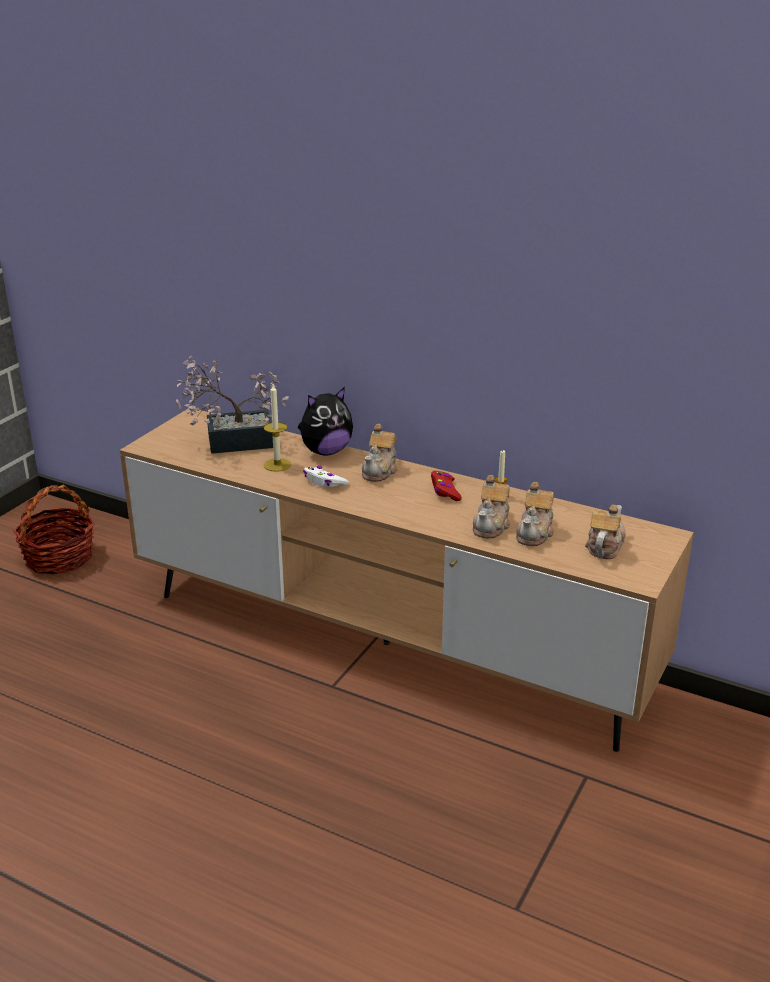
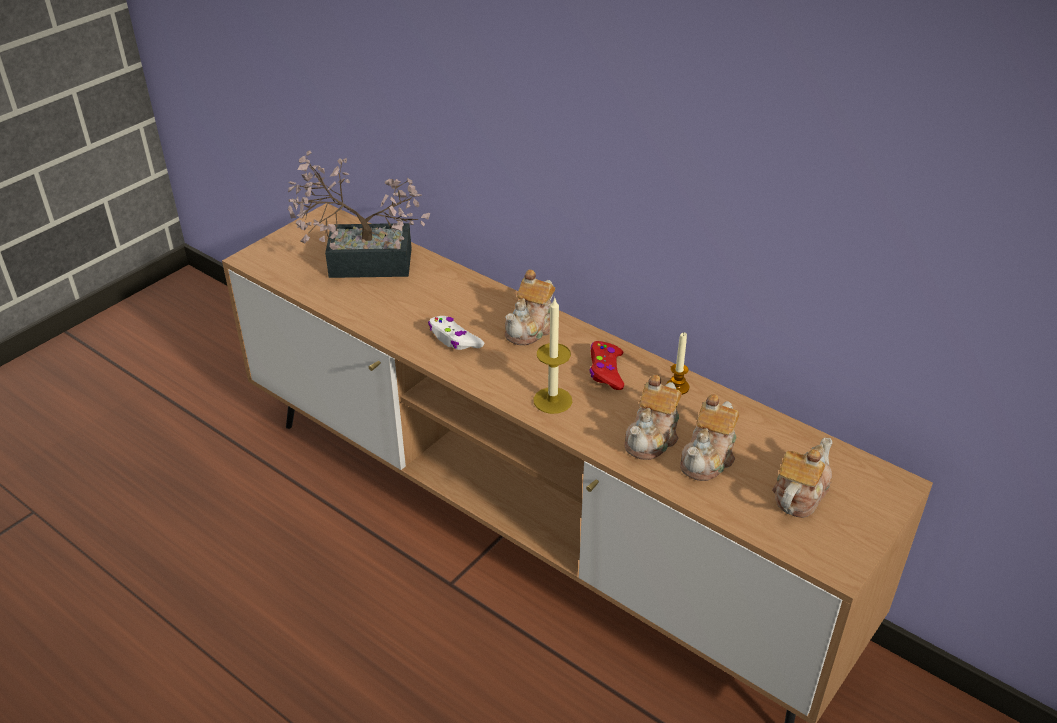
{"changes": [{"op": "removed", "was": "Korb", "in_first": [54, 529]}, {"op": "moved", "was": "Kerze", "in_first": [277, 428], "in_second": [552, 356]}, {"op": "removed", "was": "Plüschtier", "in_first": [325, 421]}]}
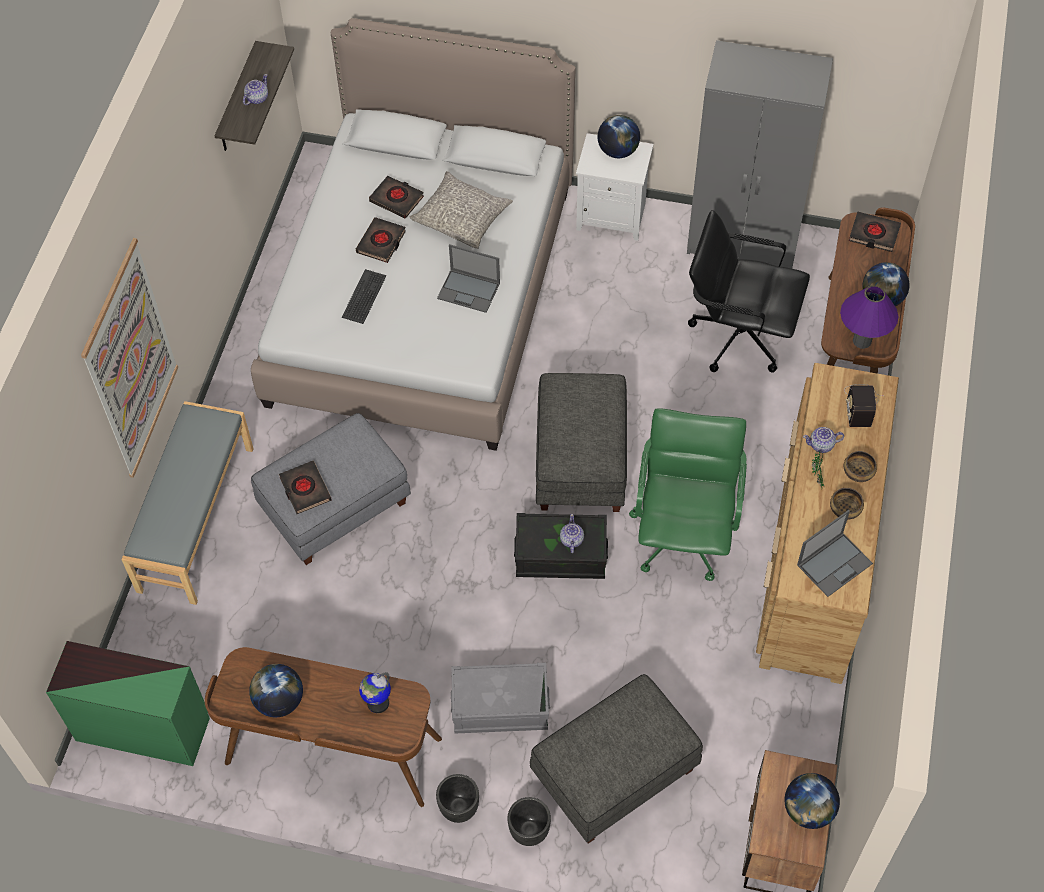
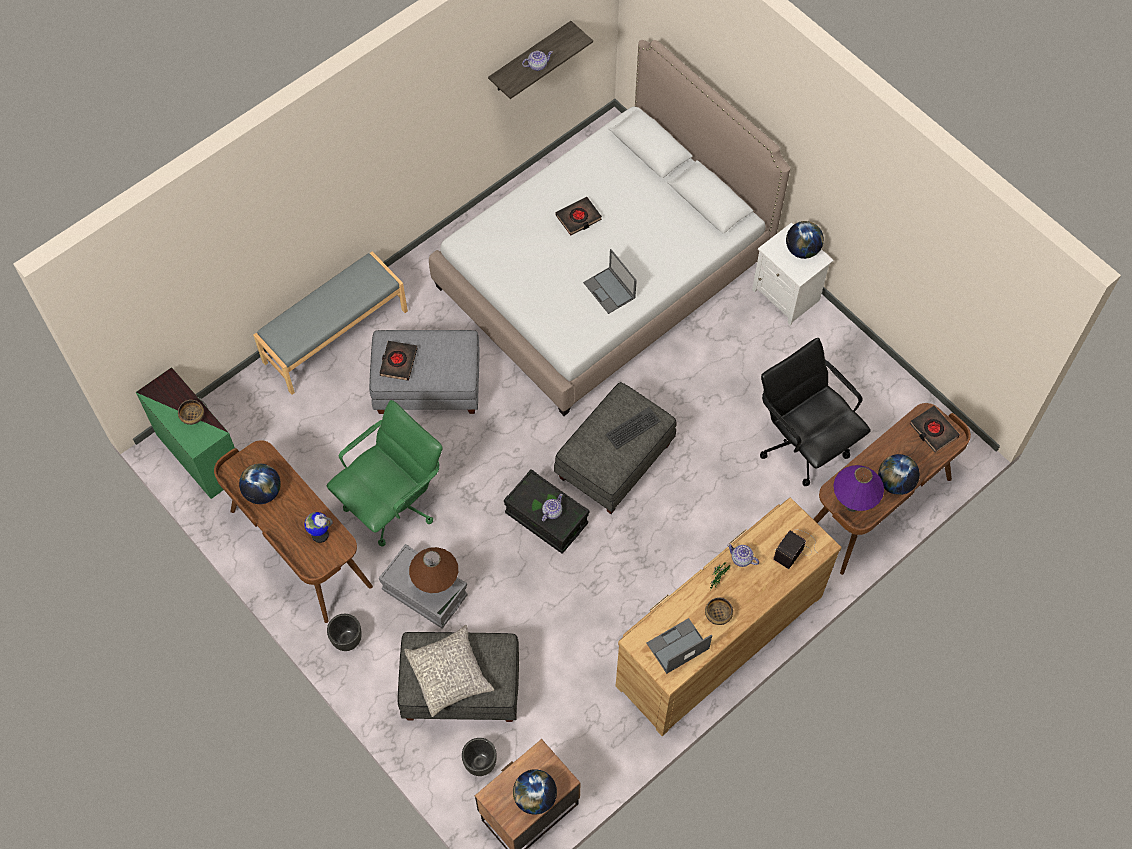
{"changes": [{"op": "removed", "was": "Bild", "in_first": [129, 358]}, {"op": "moved", "was": "Tastatur", "in_first": [364, 296], "in_second": [633, 428]}, {"op": "removed", "was": "Buch/schwarz", "in_first": [396, 197]}, {"op": "moved", "was": "Kissen/grau", "in_first": [461, 210], "in_second": [449, 671]}, {"op": "moved", "was": "Pflanzkübel/schwarz", "in_first": [529, 821], "in_second": [479, 757]}, {"op": "moved", "was": "Bürostuhl/grün", "in_first": [688, 494], "in_second": [384, 473]}, {"op": "removed", "was": "Kleiderschrank/grau", "in_first": [760, 154]}, {"op": "turned", "was": "Laptop", "in_first": [835, 553], "in_second": [679, 646], "clockwise": 150}, {"op": "moved", "was": "Schüssel", "in_first": [860, 466], "in_second": [191, 412]}, {"op": "added", "now": "Tischlampe/braun", "in_second": [433, 570]}]}
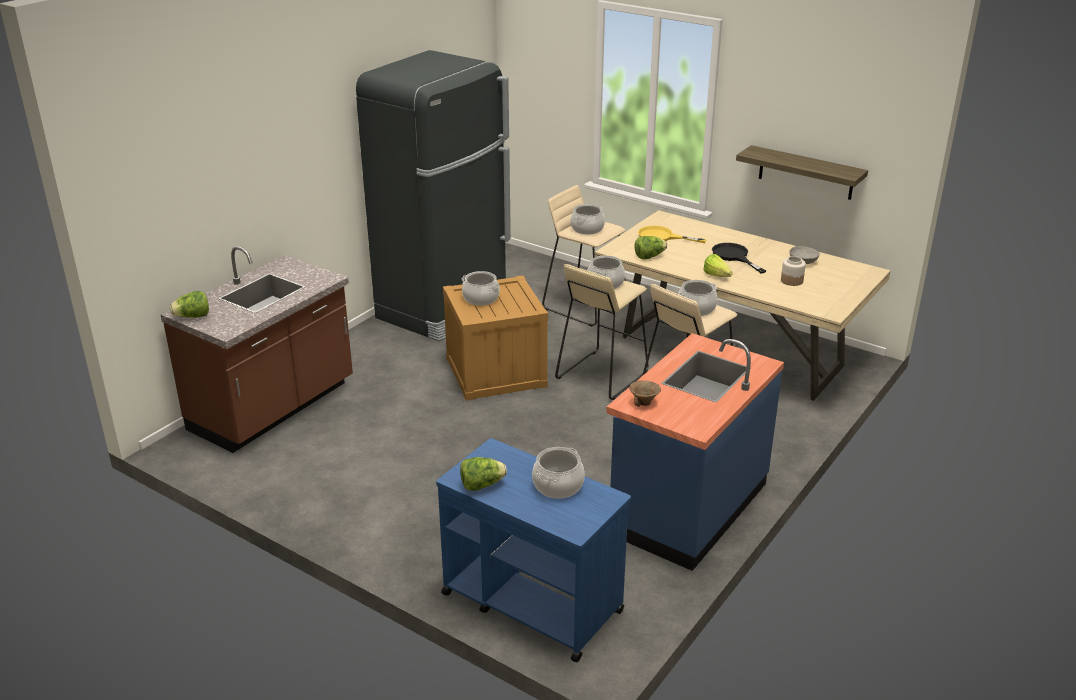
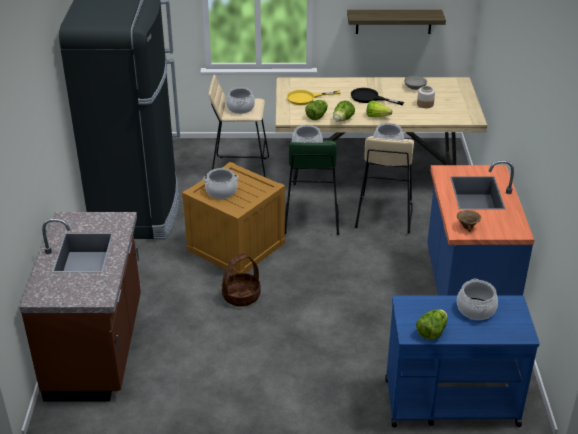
{"changes": [{"op": "moved", "was": "Salatkopf", "in_first": [189, 304], "in_second": [344, 111]}, {"op": "recoloured", "was": "Hocker/beige", "now": "Hocker/grün", "in_first": [601, 332], "in_second": [312, 188]}, {"op": "added", "now": "Korb", "in_second": [241, 280]}]}
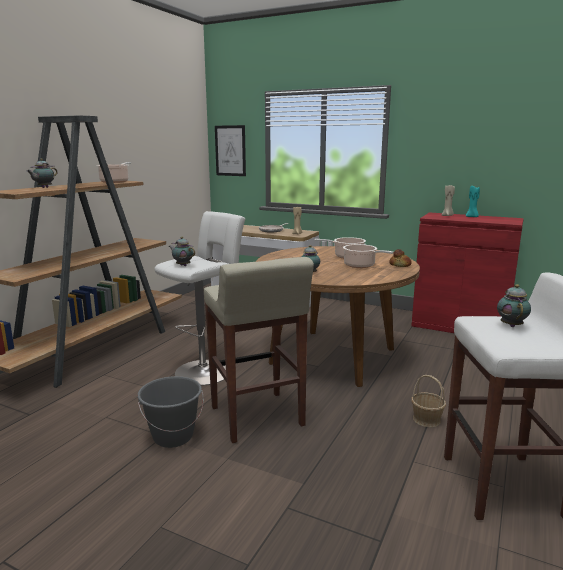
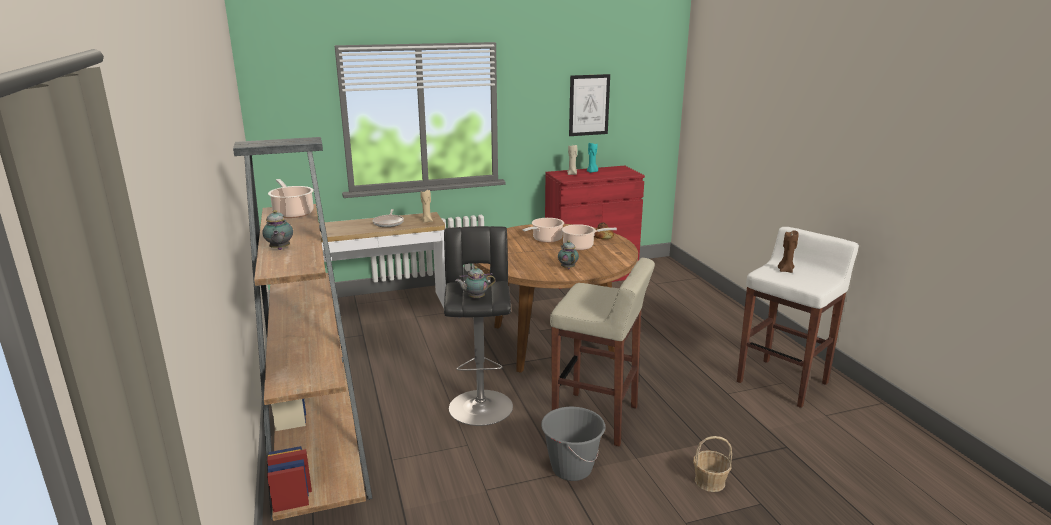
{"changes": [{"op": "recoloured", "was": "Hocker/weiß", "now": "Hocker/schwarz", "in_first": [200, 298], "in_second": [478, 326]}, {"op": "moved", "was": "Bild", "in_first": [230, 150], "in_second": [589, 105]}, {"op": "moved", "was": "Korb", "in_first": [428, 401], "in_second": [712, 464]}, {"op": "replaced", "was": "Teekanne", "now": "Kerze/braun", "in_first": [514, 305], "in_second": [788, 251]}]}
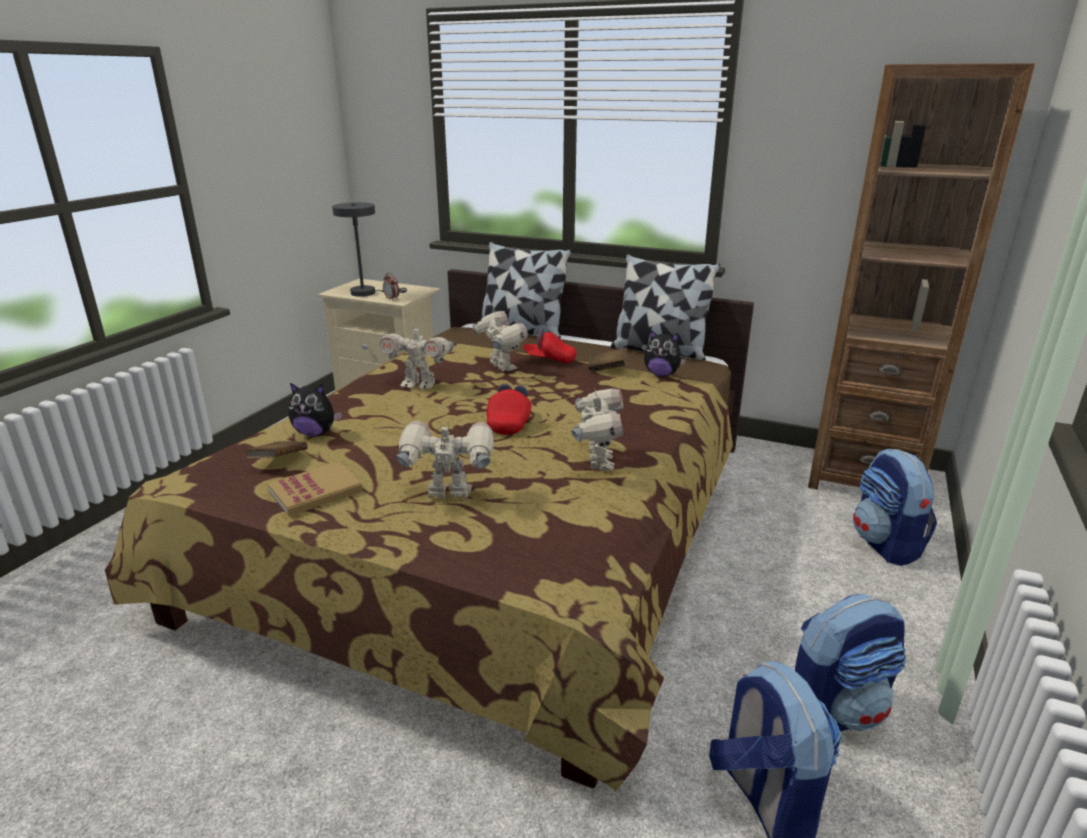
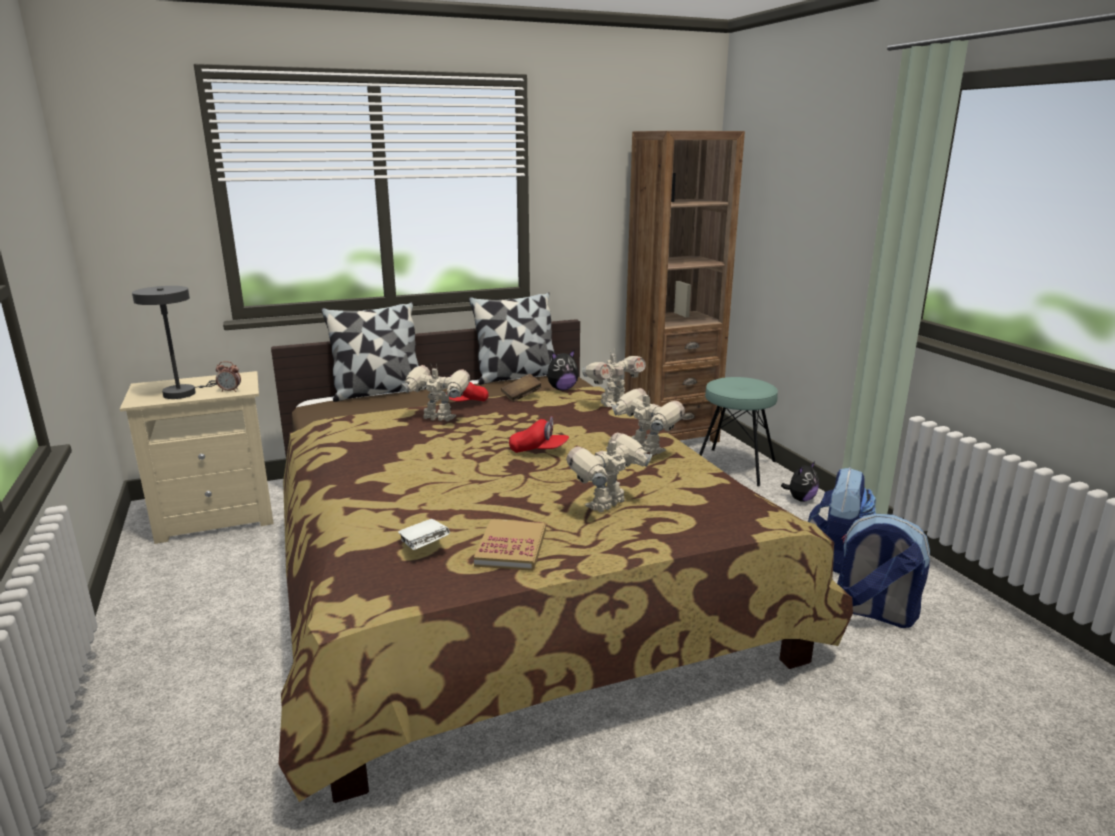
{"changes": [{"op": "recoloured", "was": "Buch/braun", "now": "Buch/weiß", "in_first": [276, 450], "in_second": [424, 534]}, {"op": "moved", "was": "Plüschtier", "in_first": [315, 410], "in_second": [800, 481]}, {"op": "moved", "was": "Spielzeugroboter", "in_first": [416, 356], "in_second": [614, 377]}, {"op": "turned", "was": "Kappe/rot", "in_first": [509, 409], "in_second": [539, 434], "clockwise": 135}, {"op": "replaced", "was": "Rucksack", "now": "Hocker/türkis", "in_first": [895, 507], "in_second": [738, 431]}]}
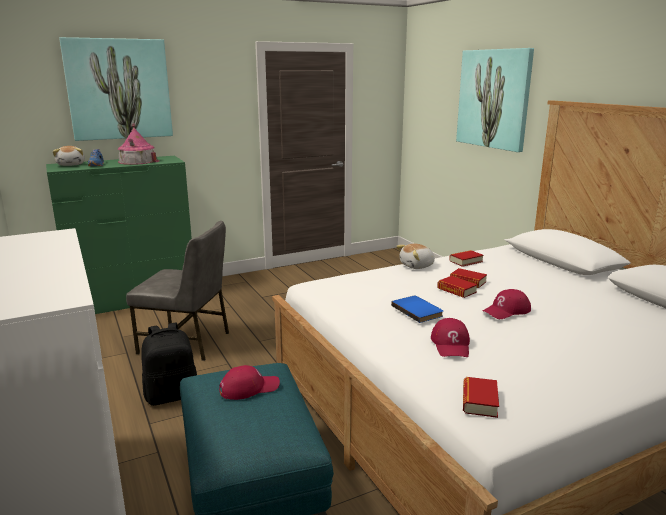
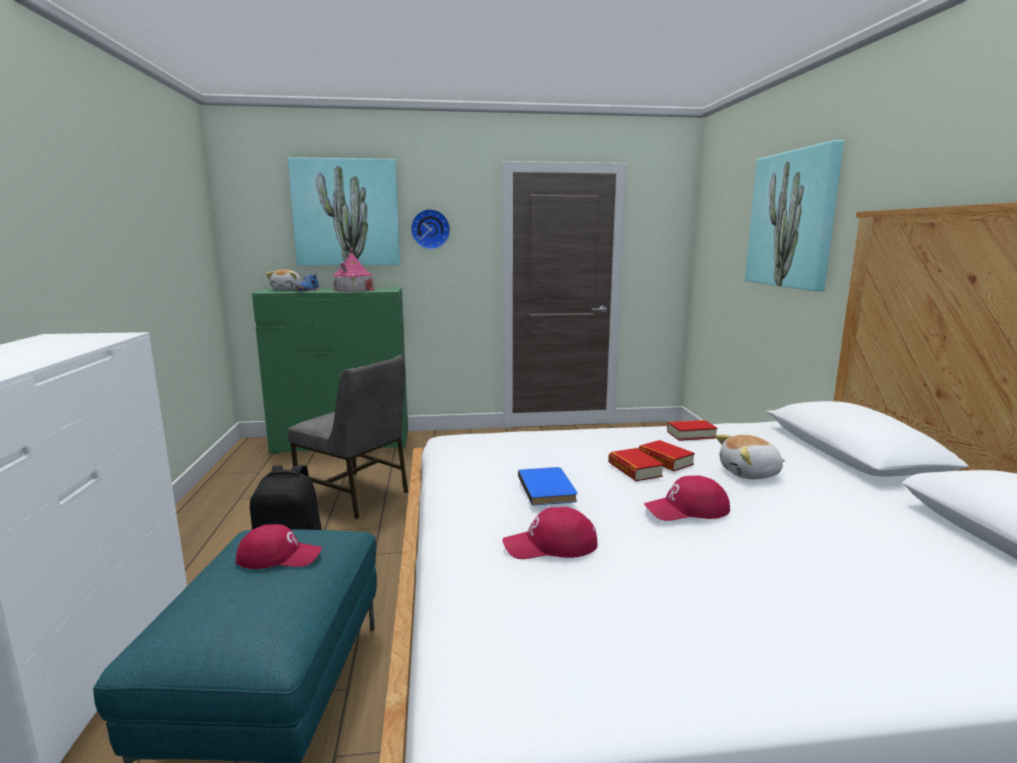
{"changes": [{"op": "moved", "was": "Plüschtier", "in_first": [415, 256], "in_second": [750, 456]}, {"op": "turned", "was": "Kappe/rot", "in_first": [450, 337], "in_second": [550, 533], "clockwise": 60}, {"op": "removed", "was": "Buch", "in_first": [481, 397]}, {"op": "added", "now": "Wanduhr", "in_second": [430, 229]}]}
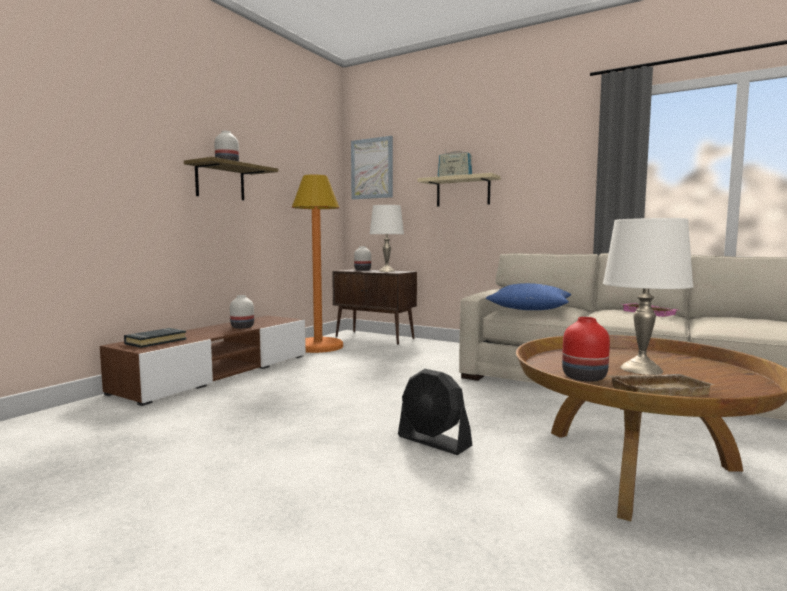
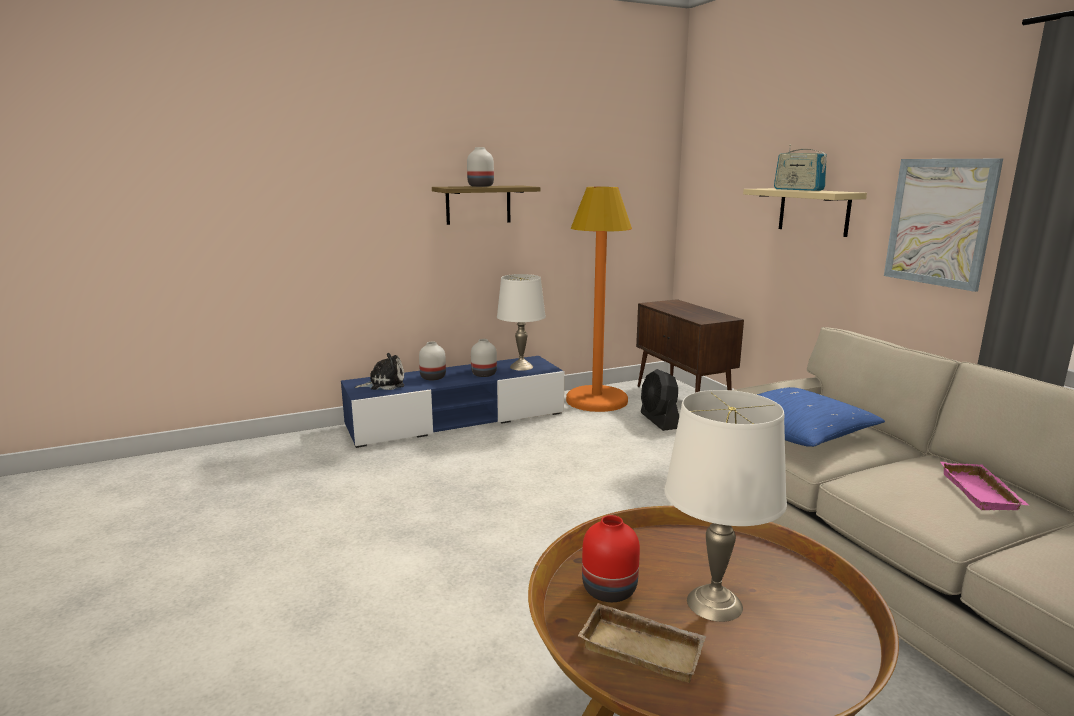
{"changes": [{"op": "recoloured", "was": "Fernsehschrank/braun", "now": "Fernsehschrank/blau", "in_first": [203, 361], "in_second": [452, 402]}, {"op": "replaced", "was": "Buch/schwarz", "now": "Plüschtier", "in_first": [155, 338], "in_second": [379, 371]}, {"op": "moved", "was": "Bild", "in_first": [372, 167], "in_second": [943, 225]}, {"op": "moved", "was": "Vase/weiß", "in_first": [362, 258], "in_second": [432, 361]}, {"op": "moved", "was": "Tischlampe/weiß", "in_first": [387, 238], "in_second": [521, 322]}, {"op": "moved", "was": "Ventilator/schwarz", "in_first": [435, 412], "in_second": [660, 400]}]}
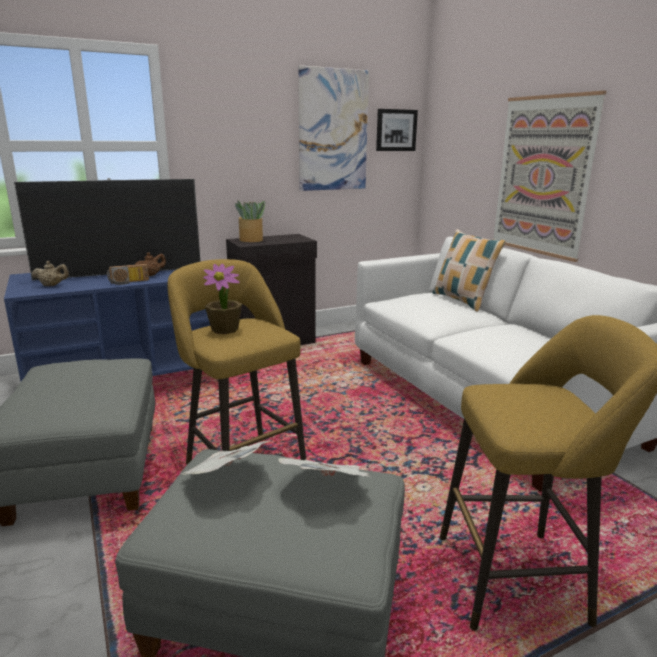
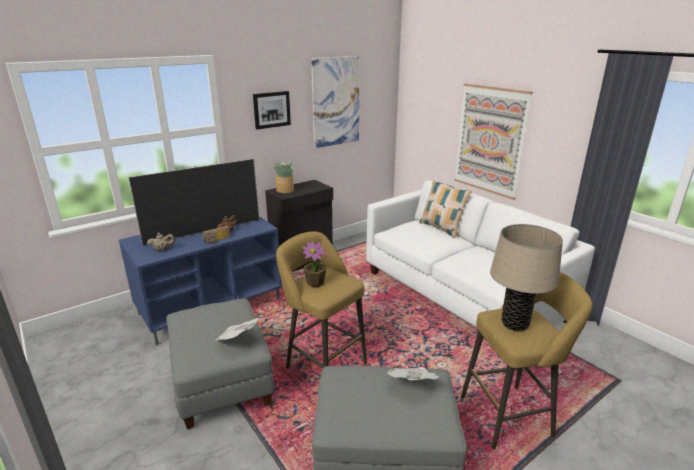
{"changes": [{"op": "moved", "was": "Zeitung", "in_first": [224, 458], "in_second": [238, 329]}, {"op": "moved", "was": "Bild", "in_first": [397, 130], "in_second": [272, 110]}, {"op": "added", "now": "Tischlampe/beige", "in_second": [526, 277]}]}
